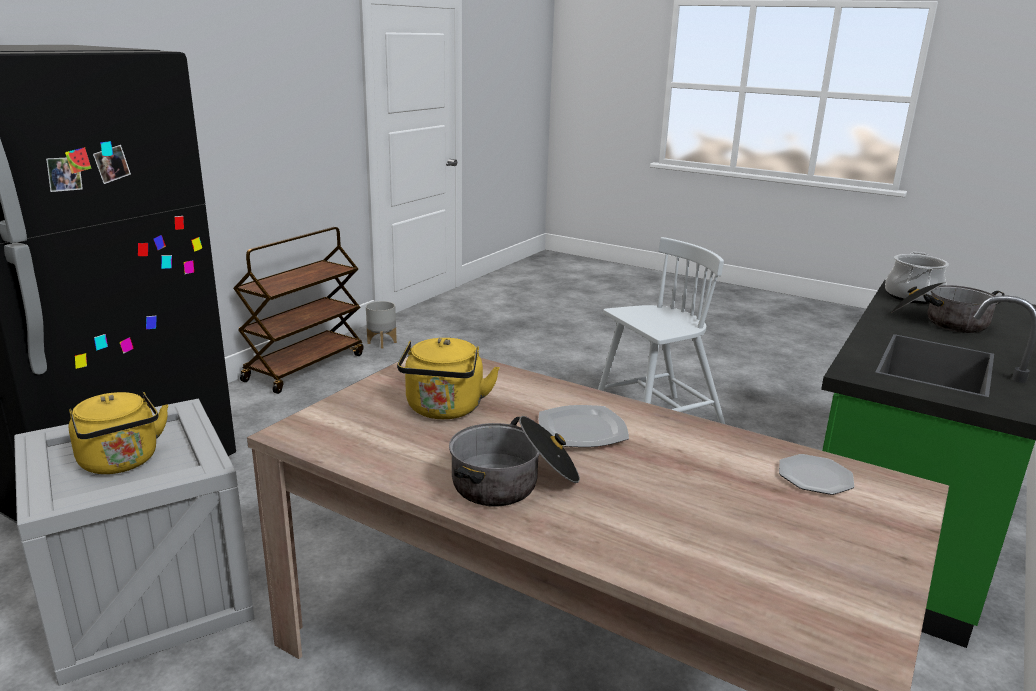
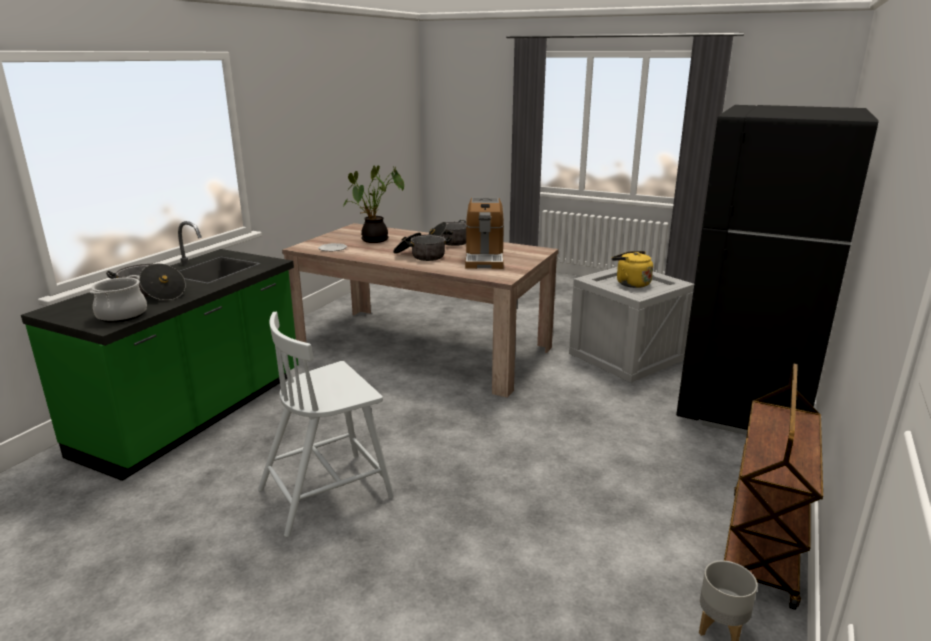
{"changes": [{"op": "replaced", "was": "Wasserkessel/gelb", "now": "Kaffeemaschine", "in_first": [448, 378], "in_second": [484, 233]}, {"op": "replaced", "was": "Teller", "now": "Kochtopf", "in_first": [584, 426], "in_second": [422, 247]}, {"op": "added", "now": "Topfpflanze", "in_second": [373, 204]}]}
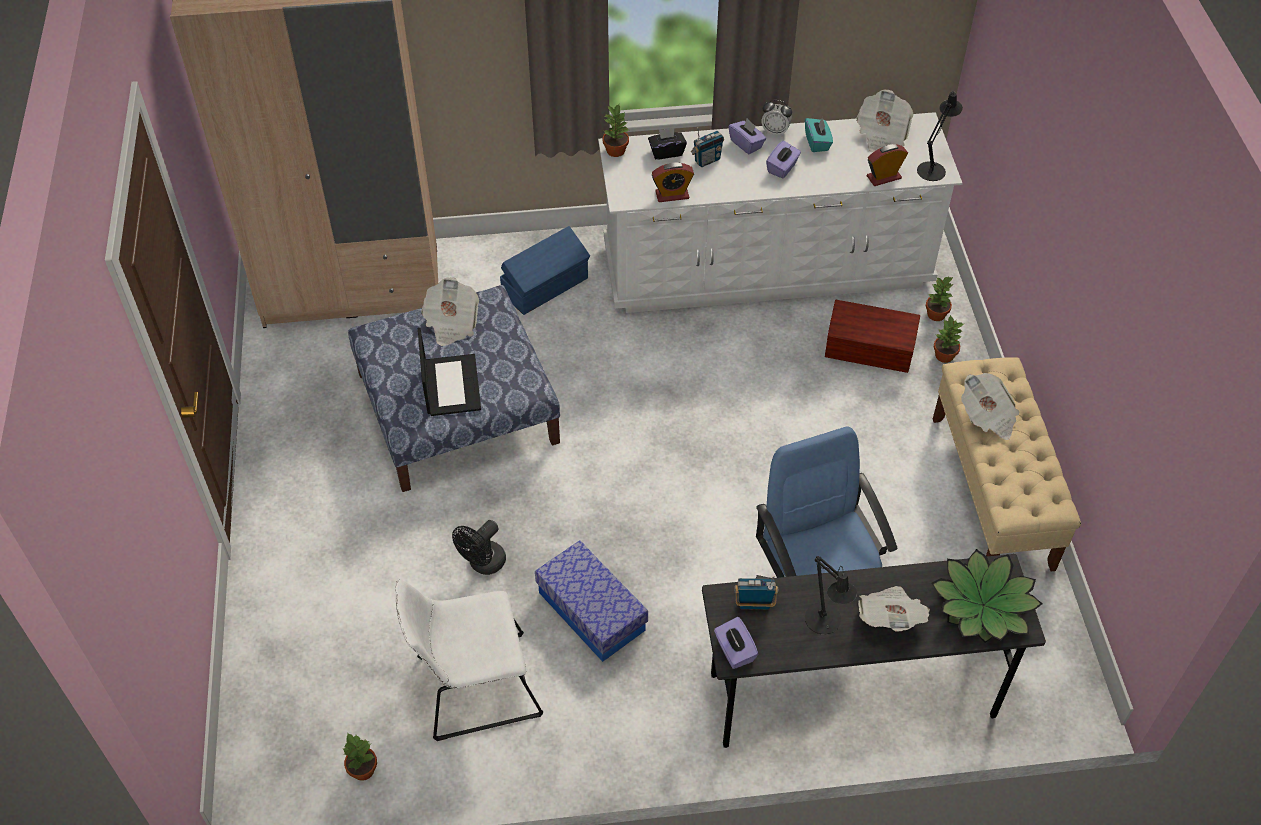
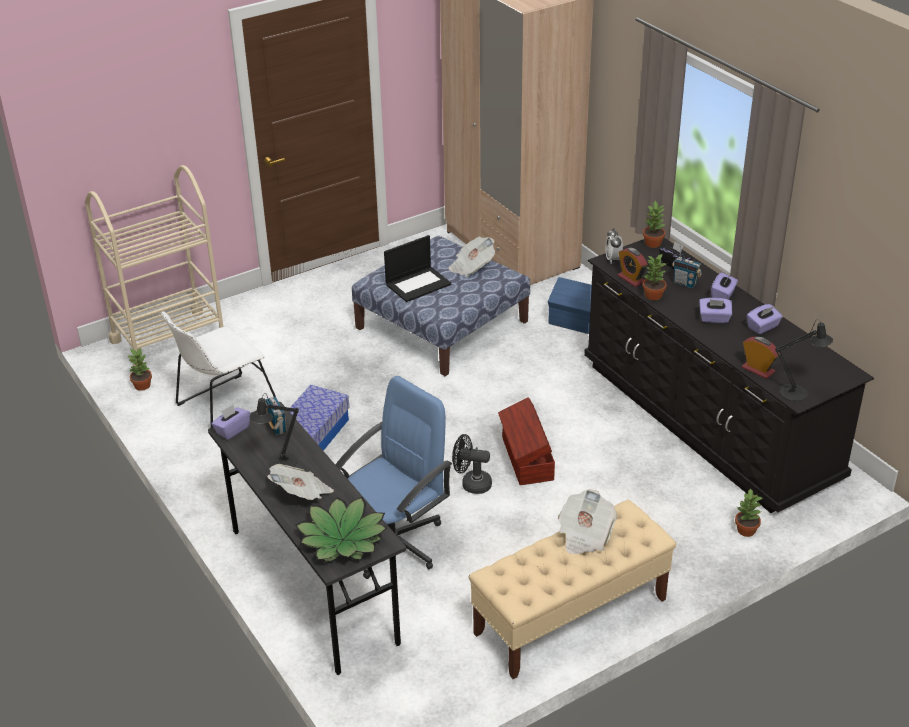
{"changes": [{"op": "turned", "was": "Stuhl/weiß", "in_first": [469, 660], "in_second": [218, 370], "clockwise": -90}, {"op": "moved", "was": "Ventilator/schwarz", "in_first": [479, 547], "in_second": [472, 464]}, {"op": "recoloured", "was": "Kommode/weiß", "now": "Kommode/schwarz", "in_first": [780, 212], "in_second": [729, 375]}, {"op": "moved", "was": "Wecker", "in_first": [776, 118], "in_second": [614, 245]}, {"op": "recoloured", "was": "Taschentuchbox/türkis", "now": "Taschentuchbox/lila", "in_first": [819, 134], "in_second": [765, 319]}, {"op": "moved", "was": "Aufbewahrungsbox/braun", "in_first": [872, 336], "in_second": [526, 441]}, {"op": "removed", "was": "Zeitung", "in_first": [885, 121]}, {"op": "moved", "was": "Topfpflanze", "in_first": [949, 339], "in_second": [655, 276]}, {"op": "added", "now": "Rollwagen/beige", "in_second": [154, 267]}]}
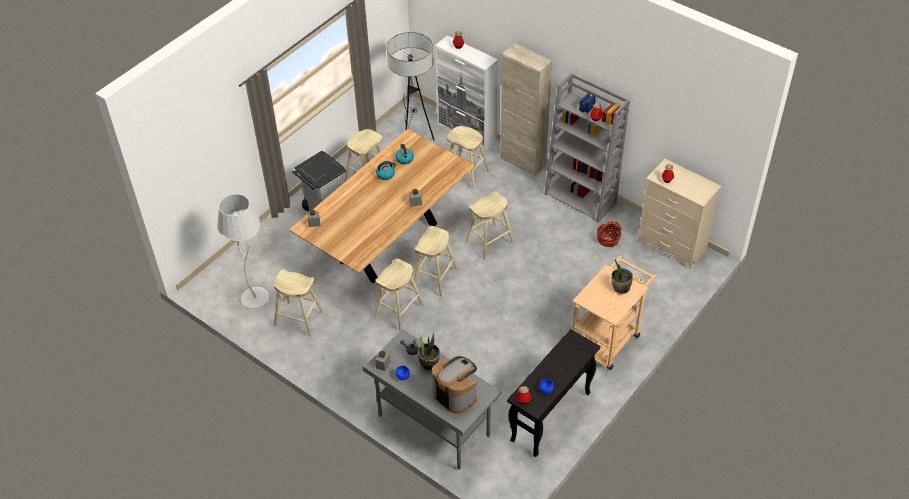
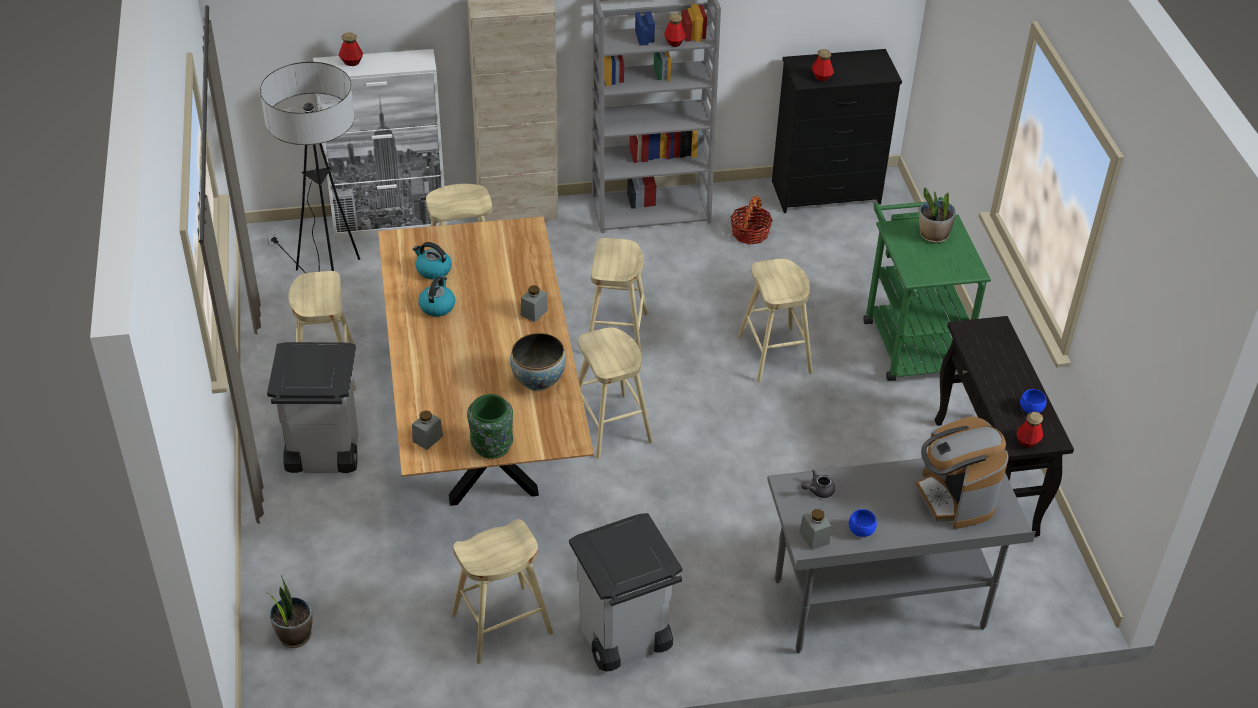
{"changes": [{"op": "removed", "was": "Stehlampe/weiß", "in_first": [243, 251]}, {"op": "moved", "was": "Hocker/beige", "in_first": [399, 294], "in_second": [775, 320]}, {"op": "moved", "was": "Topfpflanze", "in_first": [429, 351], "in_second": [290, 611]}, {"op": "turned", "was": "Kaffeemaschine", "in_first": [454, 385], "in_second": [962, 473], "clockwise": -105}, {"op": "recoloured", "was": "Rollwagen/beige", "now": "Rollwagen/grün", "in_first": [614, 313], "in_second": [927, 289]}, {"op": "recoloured", "was": "Kommode/beige", "now": "Kommode/schwarz", "in_first": [680, 214], "in_second": [837, 131]}, {"op": "added", "now": "Vase/grün", "in_second": [490, 426]}, {"op": "added", "now": "Schüssel", "in_second": [538, 362]}, {"op": "added", "now": "Mülleimer/grau", "in_second": [625, 592]}]}
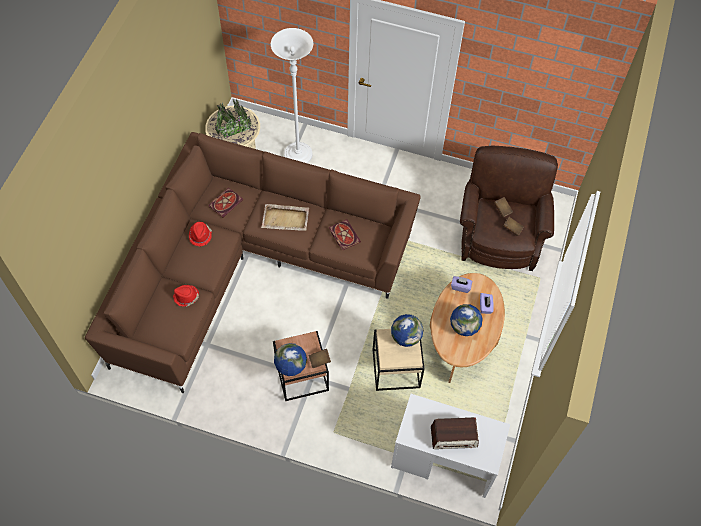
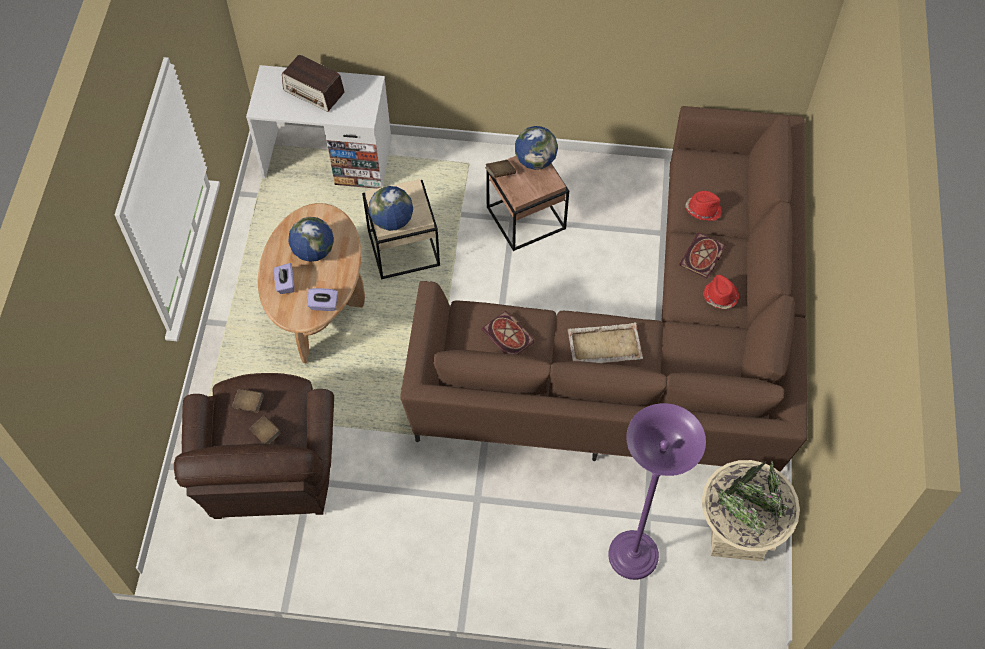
{"changes": [{"op": "moved", "was": "Buch", "in_first": [226, 203], "in_second": [702, 255]}, {"op": "recoloured", "was": "Stehlampe/weiß", "now": "Stehlampe/lila", "in_first": [292, 95], "in_second": [657, 491]}, {"op": "turned", "was": "Radio", "in_first": [455, 433], "in_second": [313, 83], "clockwise": -135}]}
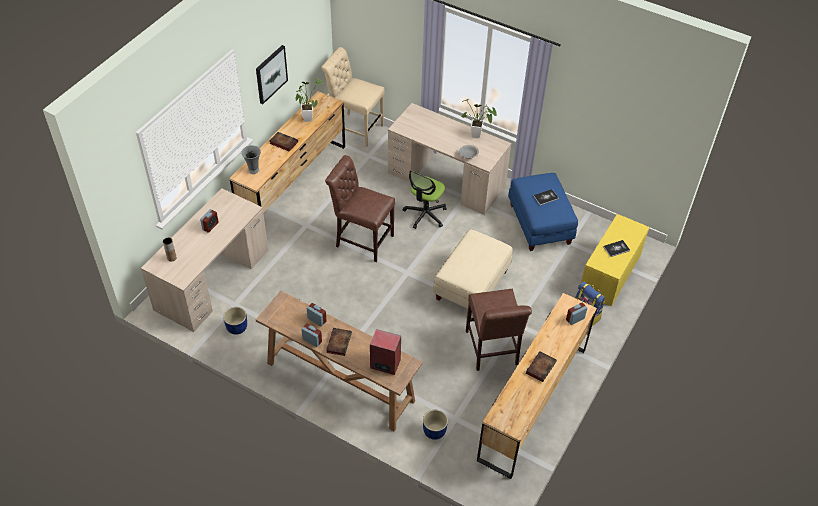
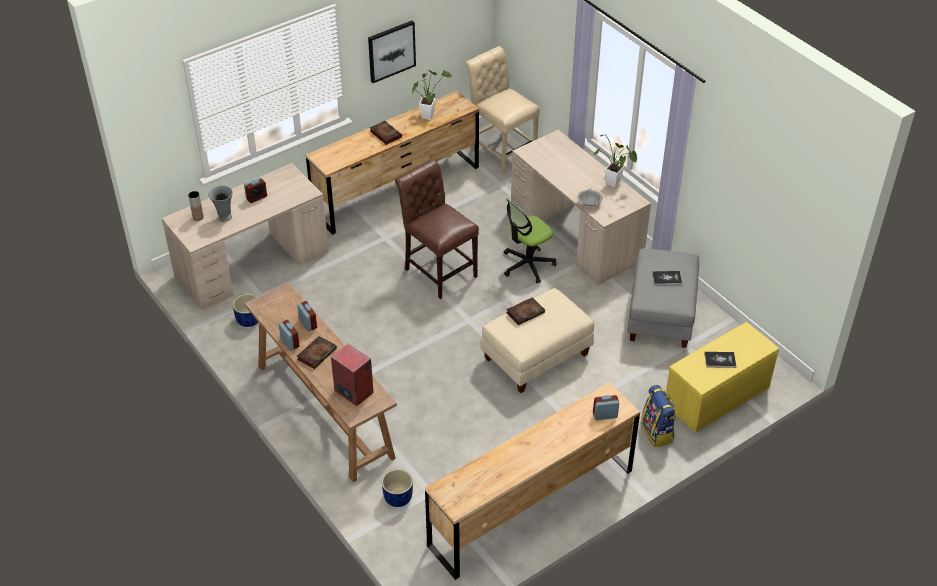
{"changes": [{"op": "moved", "was": "Vase/grau", "in_first": [251, 159], "in_second": [220, 203]}, {"op": "removed", "was": "Stuhl/braun", "in_first": [499, 330]}, {"op": "recoloured", "was": "Polsterhocker/blau", "now": "Polsterhocker/grau", "in_first": [543, 212], "in_second": [663, 298]}, {"op": "moved", "was": "Buch", "in_first": [541, 366], "in_second": [525, 311]}]}
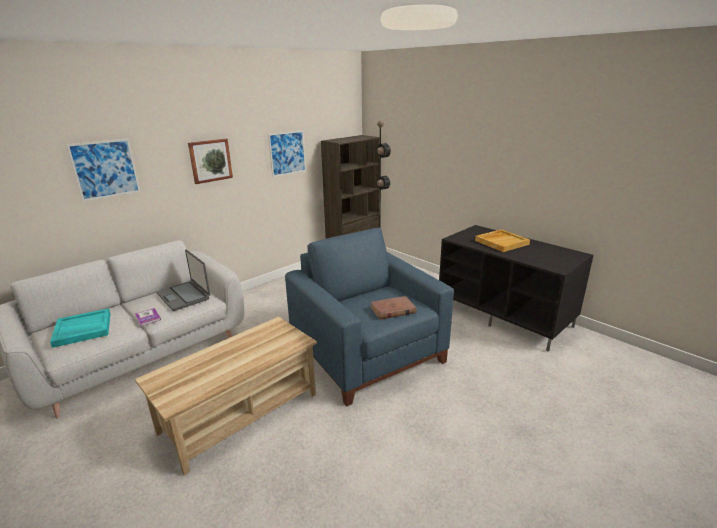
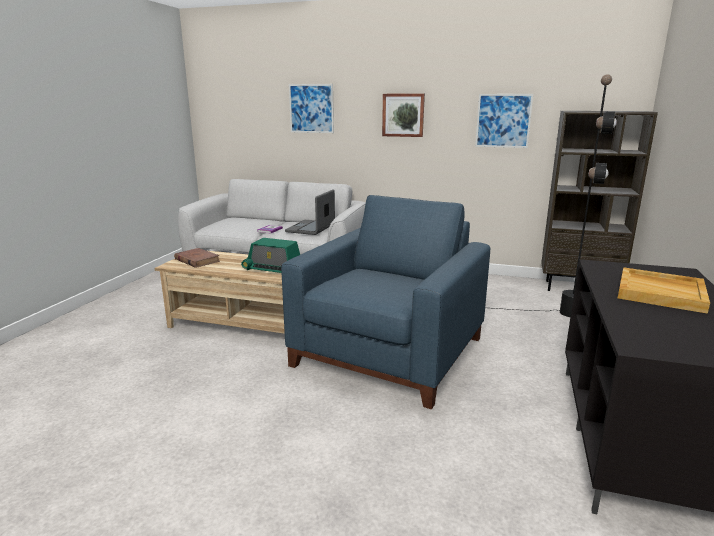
{"changes": [{"op": "removed", "was": "Tablett/türkis", "in_first": [80, 328]}, {"op": "moved", "was": "Buch/braun", "in_first": [393, 308], "in_second": [197, 258]}, {"op": "added", "now": "Radio", "in_second": [270, 255]}]}
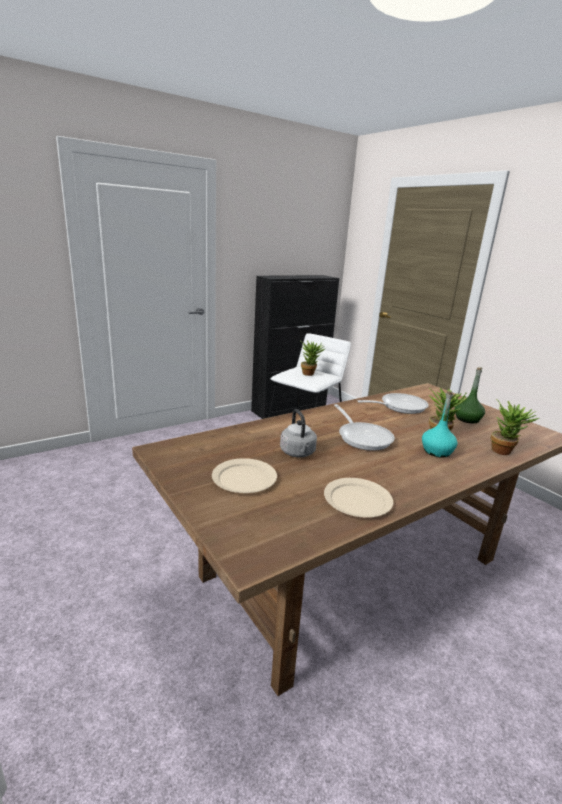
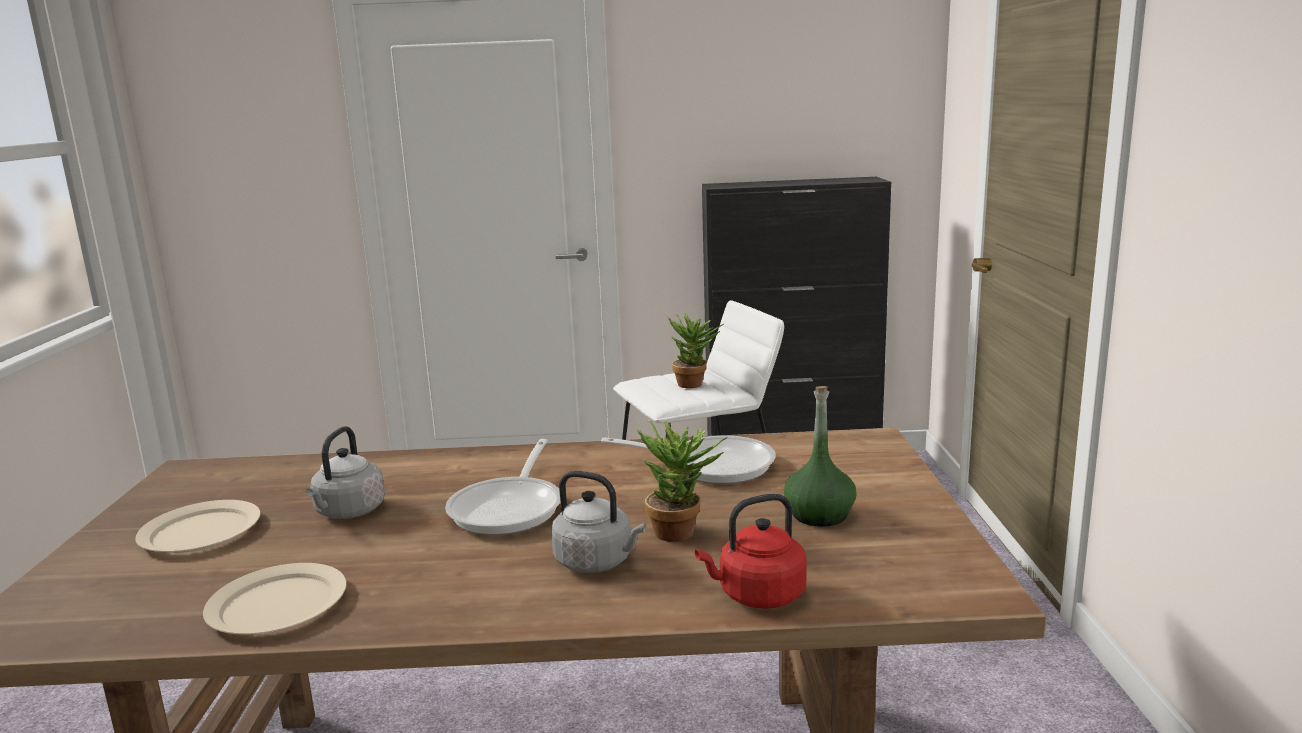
{"changes": [{"op": "replaced", "was": "Flasche/türkis", "now": "Wasserkessel/grau", "in_first": [440, 424], "in_second": [598, 522]}, {"op": "replaced", "was": "Topfpflanze", "now": "Wasserkessel/rot", "in_first": [515, 427], "in_second": [751, 551]}]}
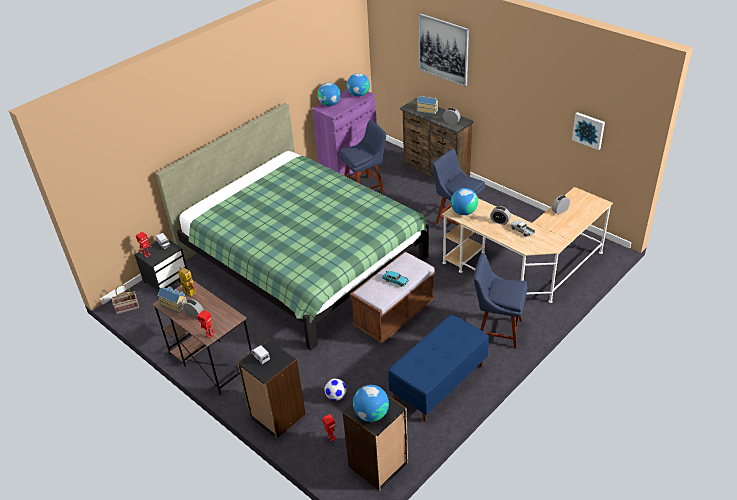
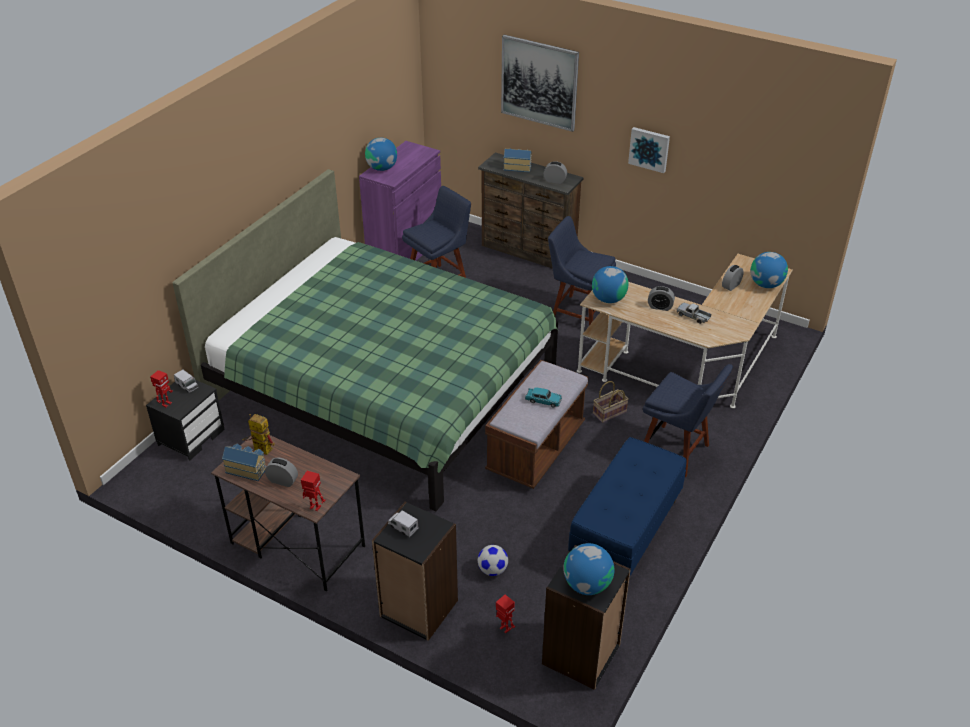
{"changes": [{"op": "moved", "was": "Korb", "in_first": [125, 299], "in_second": [611, 402]}, {"op": "moved", "was": "Globus", "in_first": [358, 84], "in_second": [769, 270]}, {"op": "turned", "was": "Stuhl/blau", "in_first": [501, 301], "in_second": [688, 420], "clockwise": -150}, {"op": "moved", "was": "Bild", "in_first": [588, 131], "in_second": [649, 150]}]}
